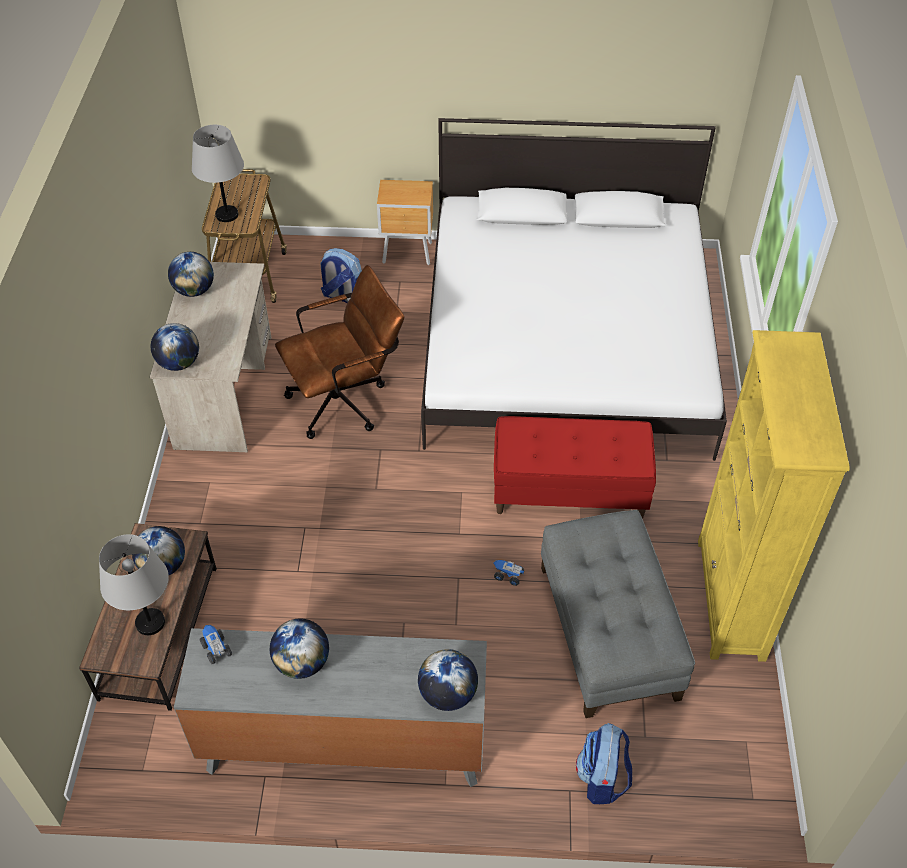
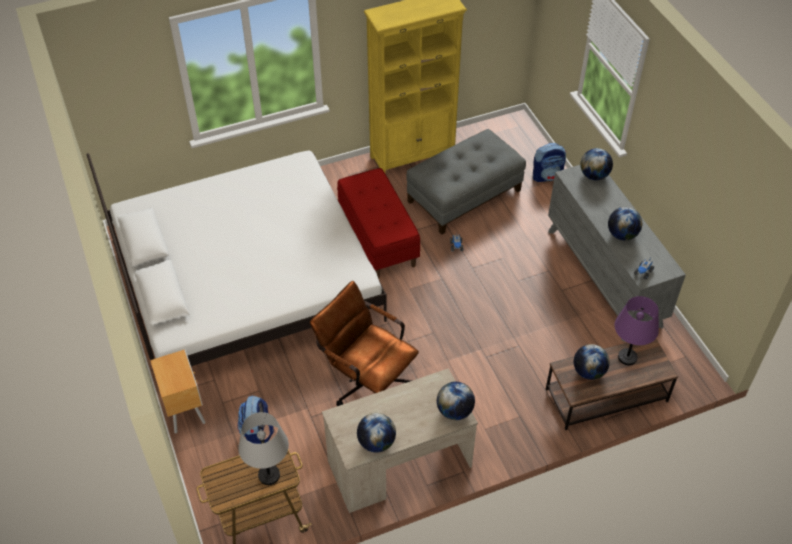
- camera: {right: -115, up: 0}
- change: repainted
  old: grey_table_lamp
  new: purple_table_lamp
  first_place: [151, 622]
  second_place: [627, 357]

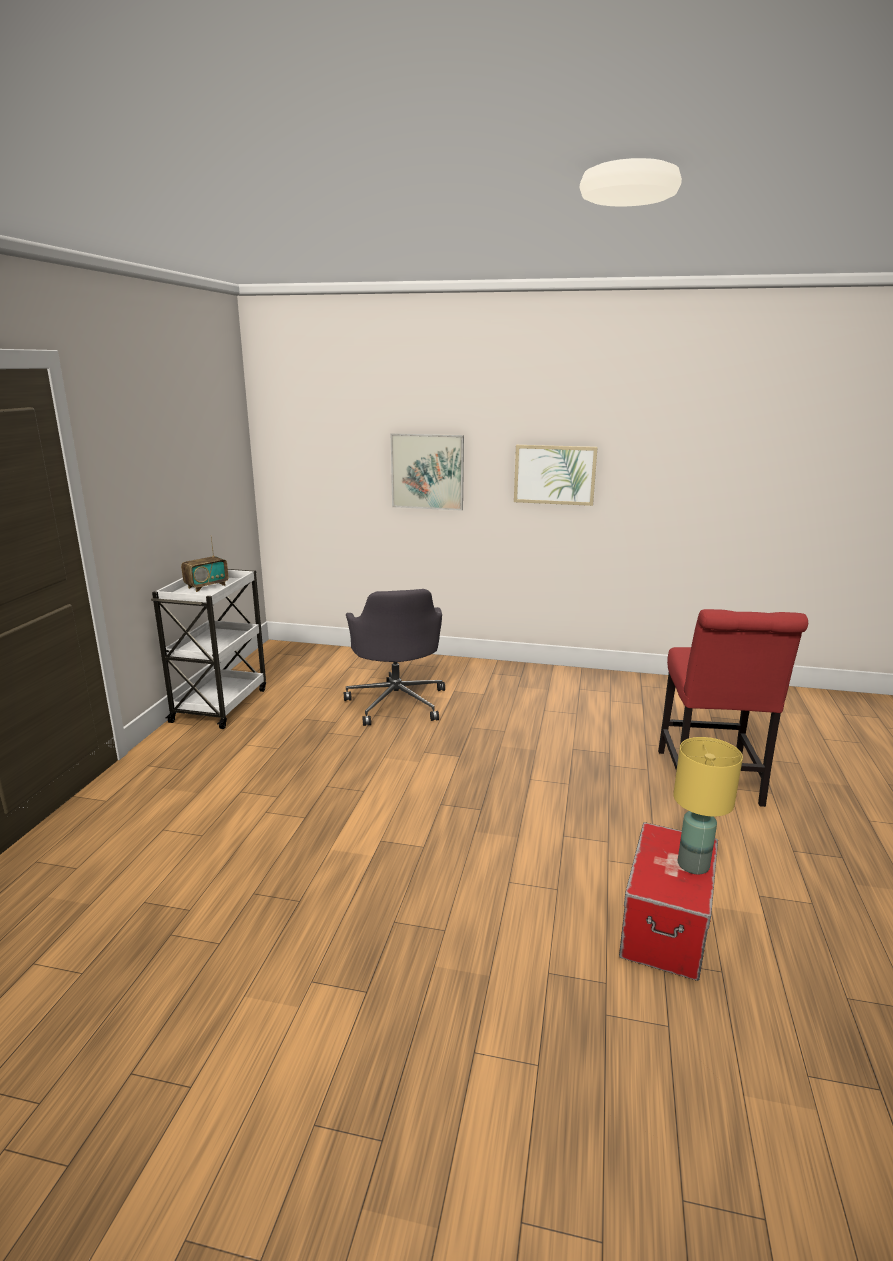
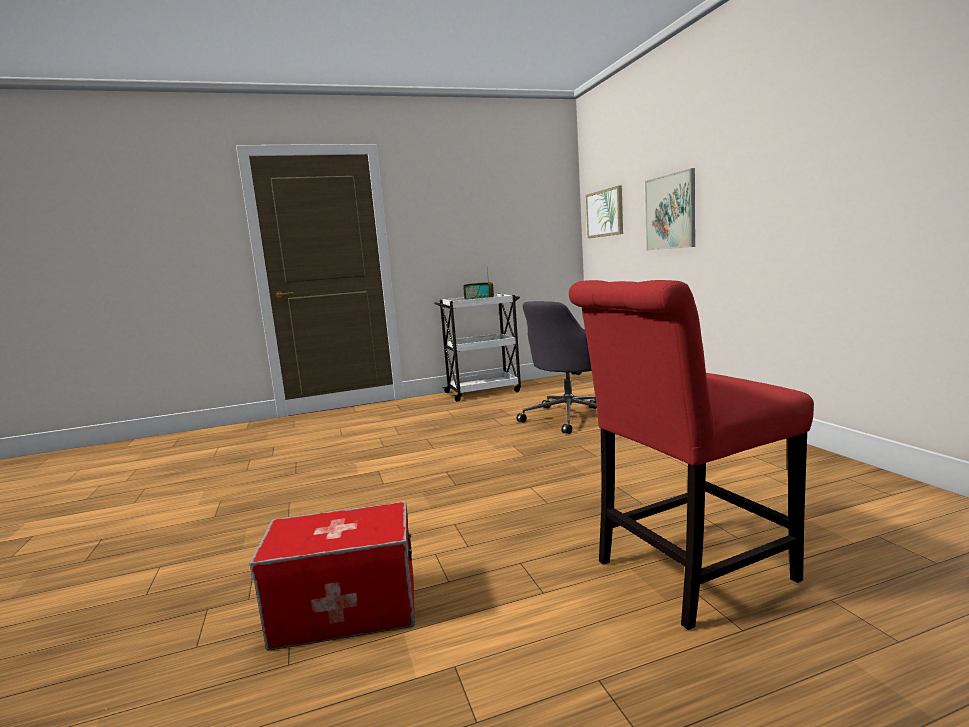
- camera: {right: 60, up: -10}
- change: gone
  old: yellow_table_lamp
  first_place: [694, 865]
- change: shifted
  old: picture
  first_place: [554, 474]
  second_place: [605, 213]

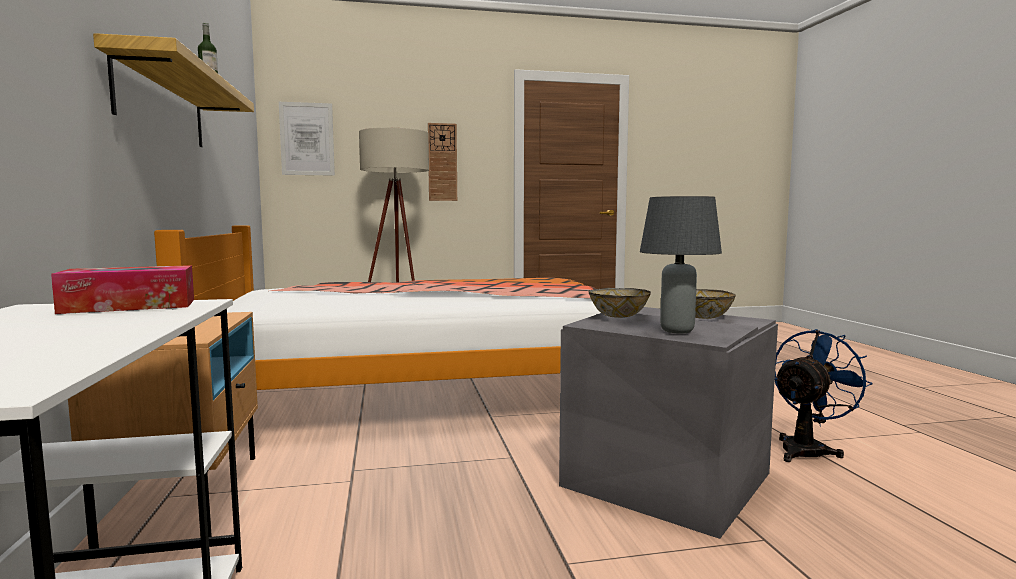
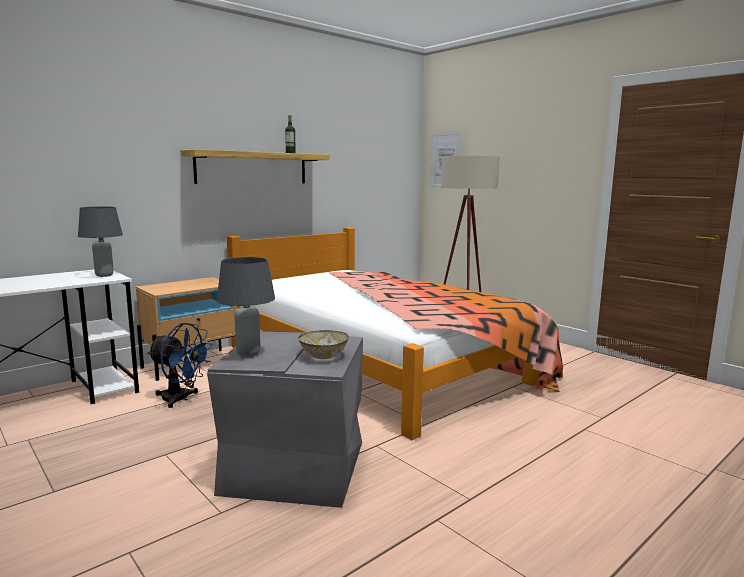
- camera: {right: 60, up: 5}
- change: gone
  old: wall_clock
  first_place: [442, 162]
- change: gone
  old: bowl
  first_place: [617, 316]
- change: shifted
  old: blue_fan
  first_place: [808, 449]
  second_place: [181, 399]
- change: swapped
  old: tissue_box
  new: grey_table_lamp
  first_place: [130, 306]
  second_place: [104, 275]

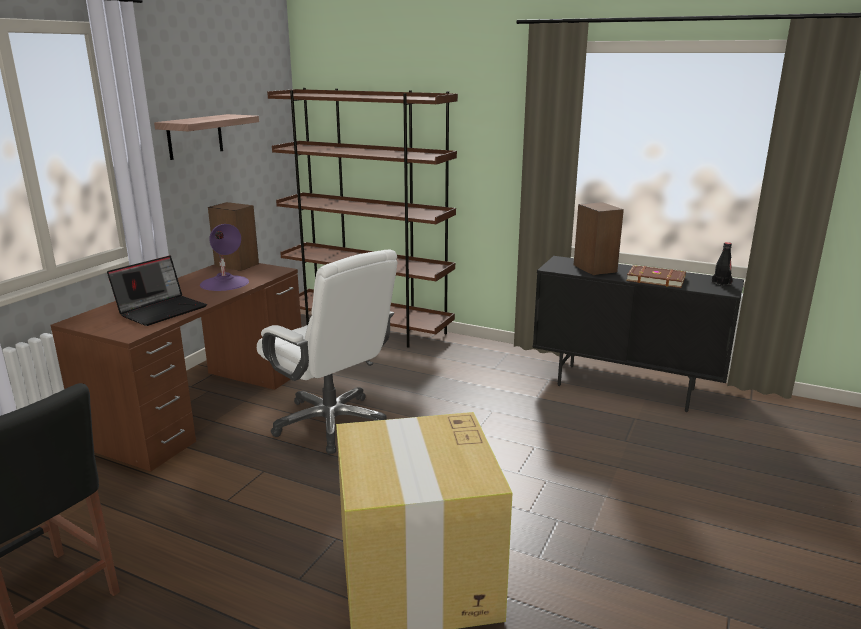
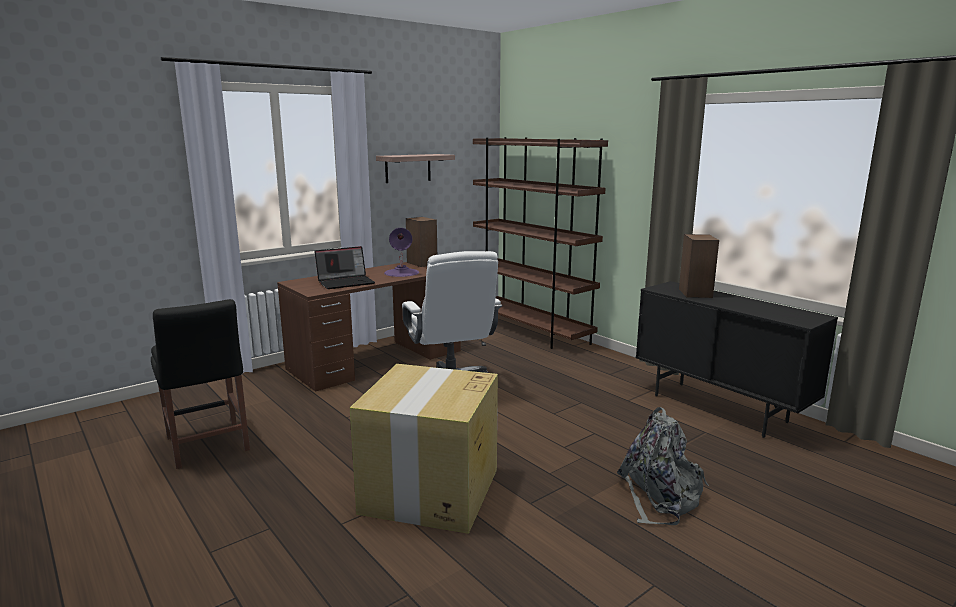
- camera: {right: 25, up: -5}
- change: gone
  old: brown_book
  first_place: [655, 279]
- change: gone
  old: black_bottle
  first_place: [721, 283]
- change: new
  new: grey_backpack
  second_place: [660, 497]

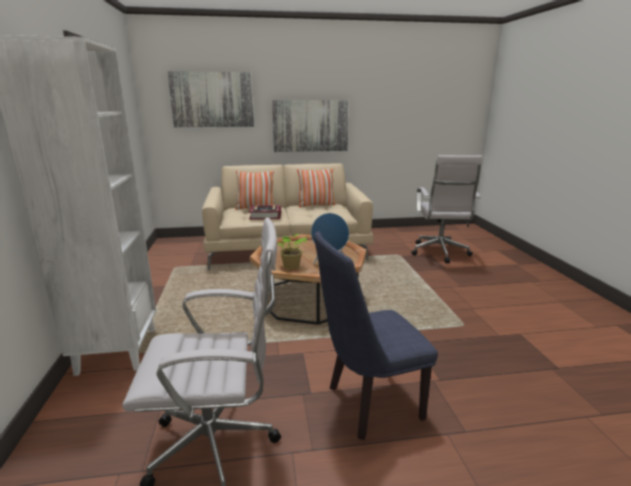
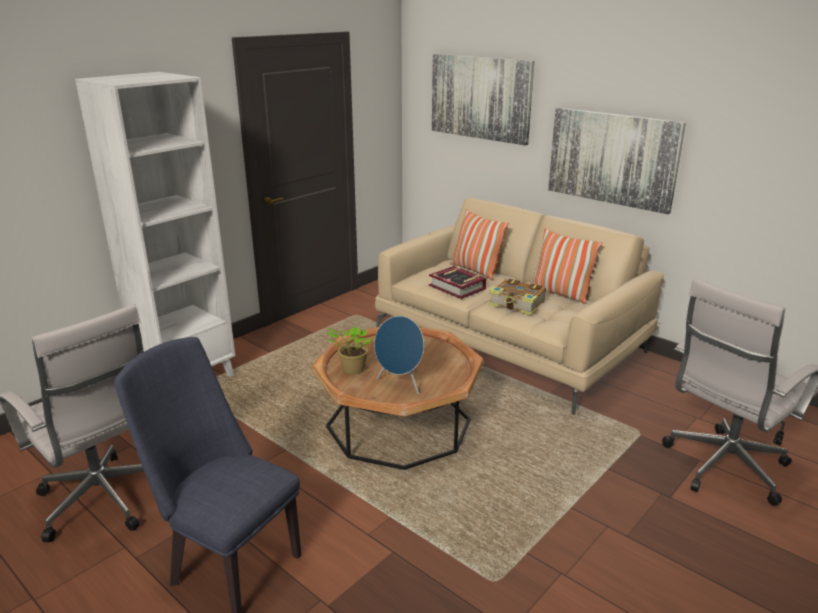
- camera: {right: 50, up: 5}
- change: new
  new: book
  second_place: [517, 304]

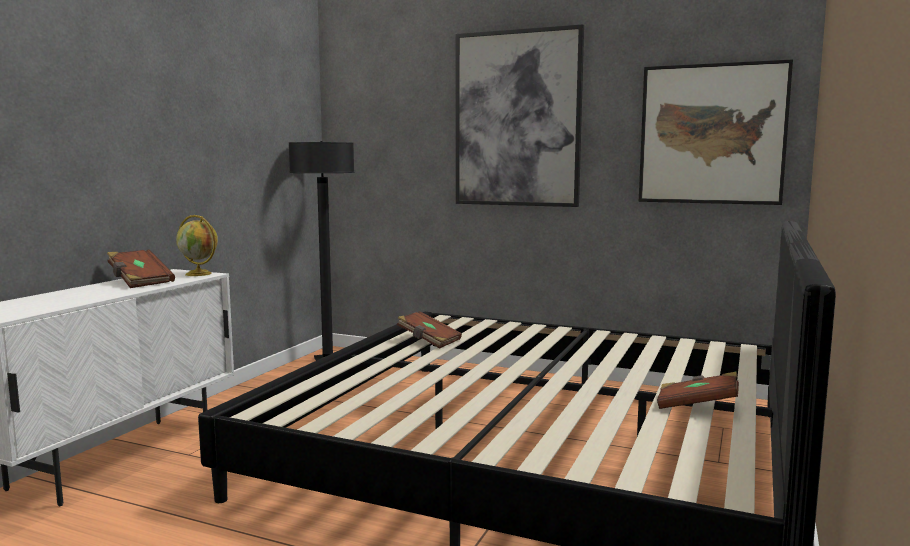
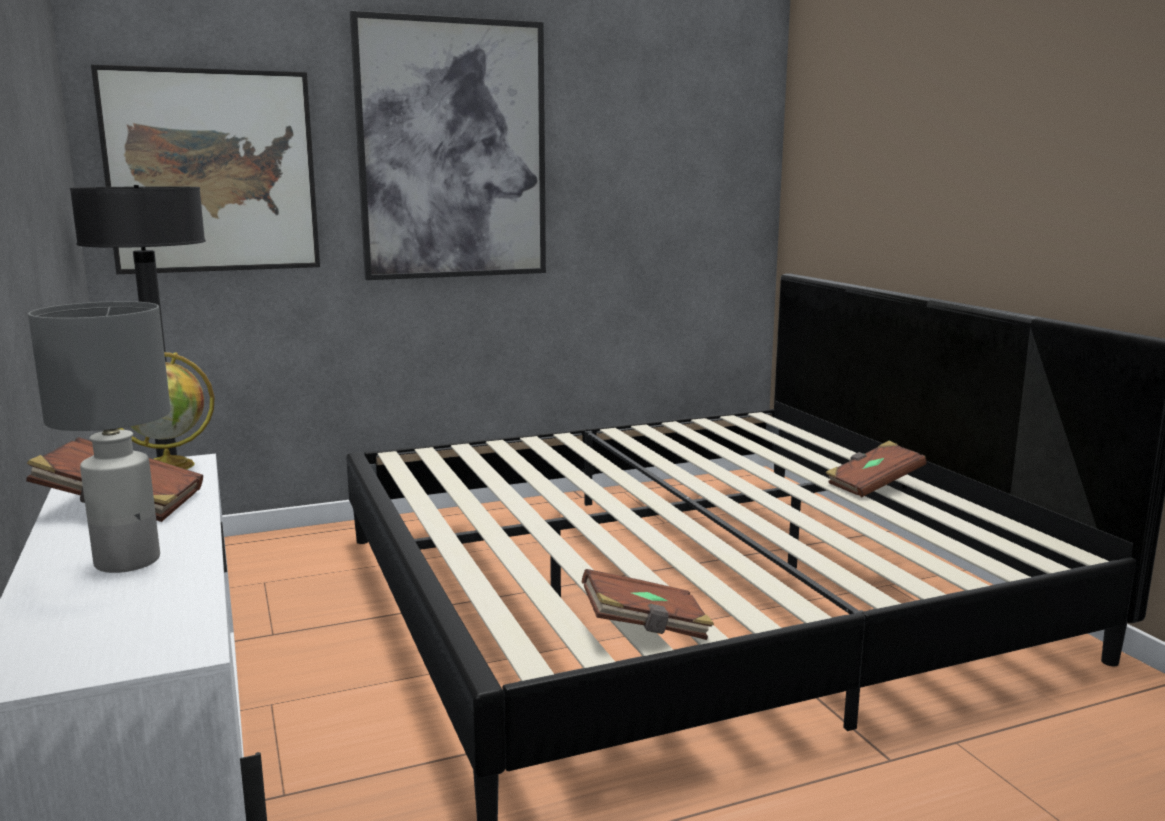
- camera: {right: -45, up: 5}
- change: new
  new: grey_table_lamp
  second_place: [126, 561]
- change: shifted
  old: brown_book
  first_place: [428, 341]
  second_place: [645, 628]
- change: shifted
  old: picture
  first_place: [711, 134]
  second_place: [212, 172]

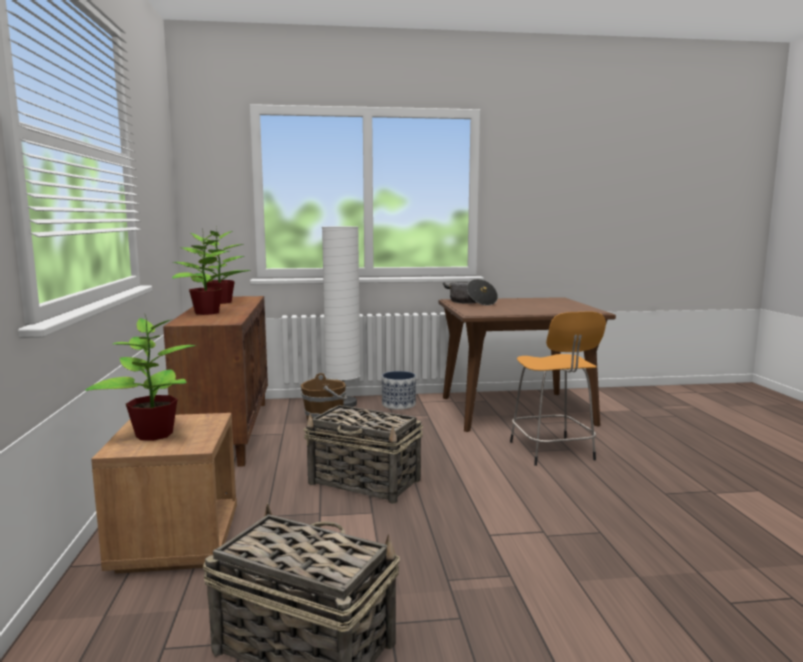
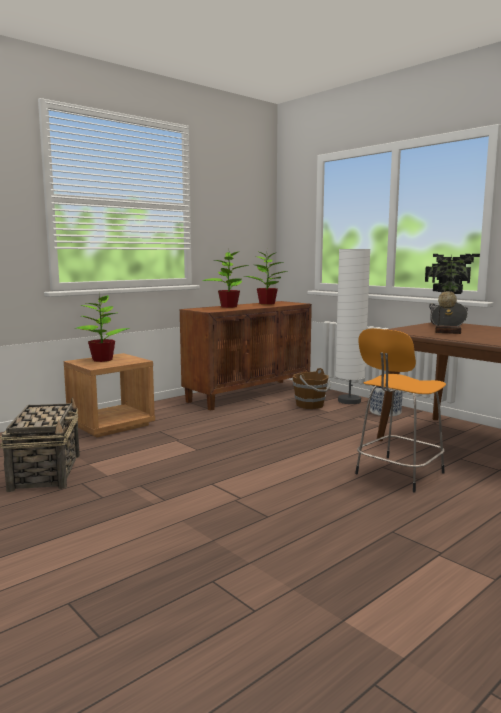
- camera: {right: 55, up: 0}
- change: gone
  old: basket
  first_place: [365, 482]
- change: new
  new: potted_plant
  second_place: [447, 332]

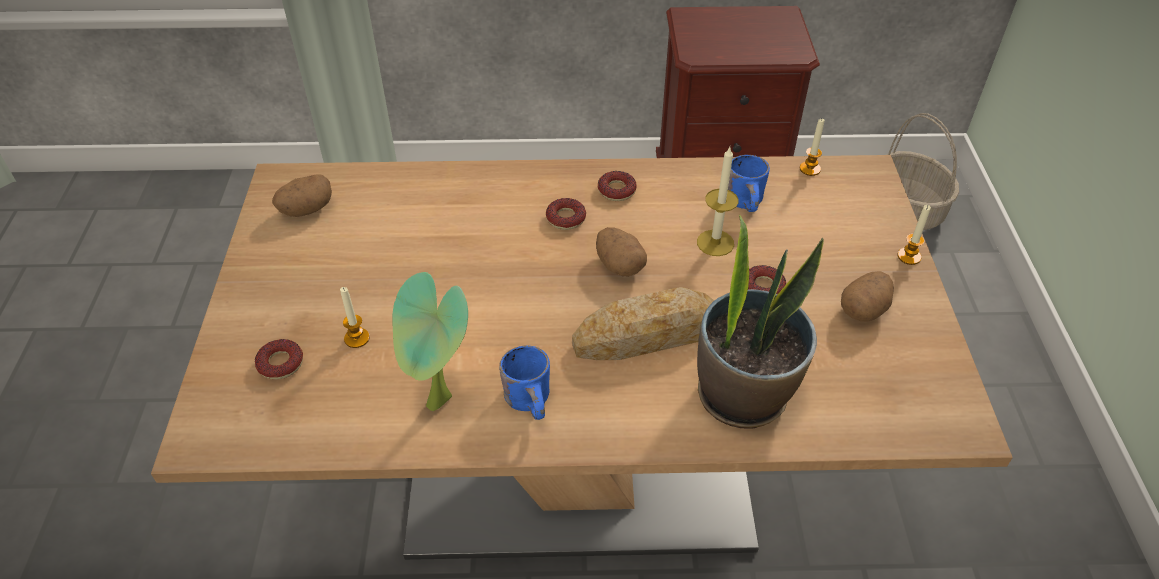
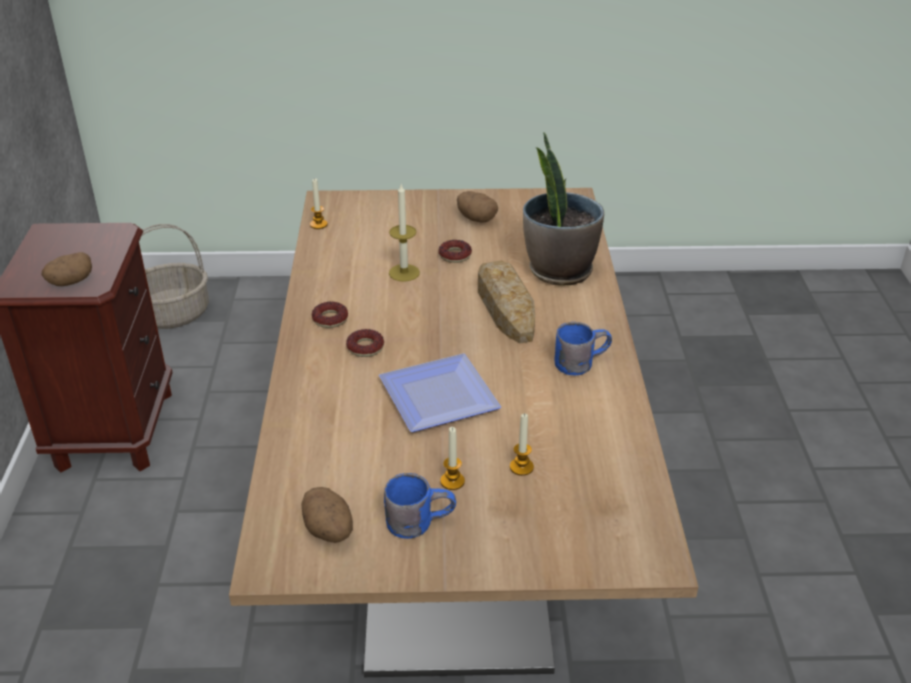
- camera: {right: -90, up: -10}
- change: gone
  old: donut
  first_place: [280, 363]
- change: gone
  old: potted_plant
  first_place: [440, 405]
- change: new
  new: plate
  second_place: [440, 393]
- change: shifted
  old: potato
  first_place: [619, 265]
  second_place: [70, 282]
- change: shifted
  old: blue_mug
  first_place: [748, 203]
  second_place: [418, 520]
- change: shifted
  old: candle
  first_place: [909, 256]
  second_place: [452, 481]

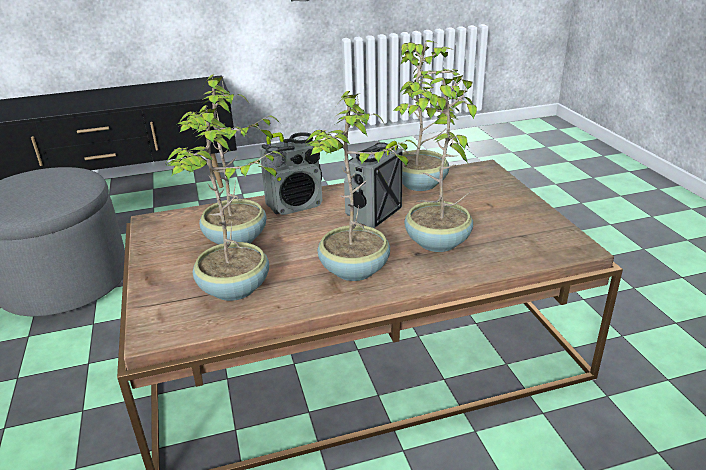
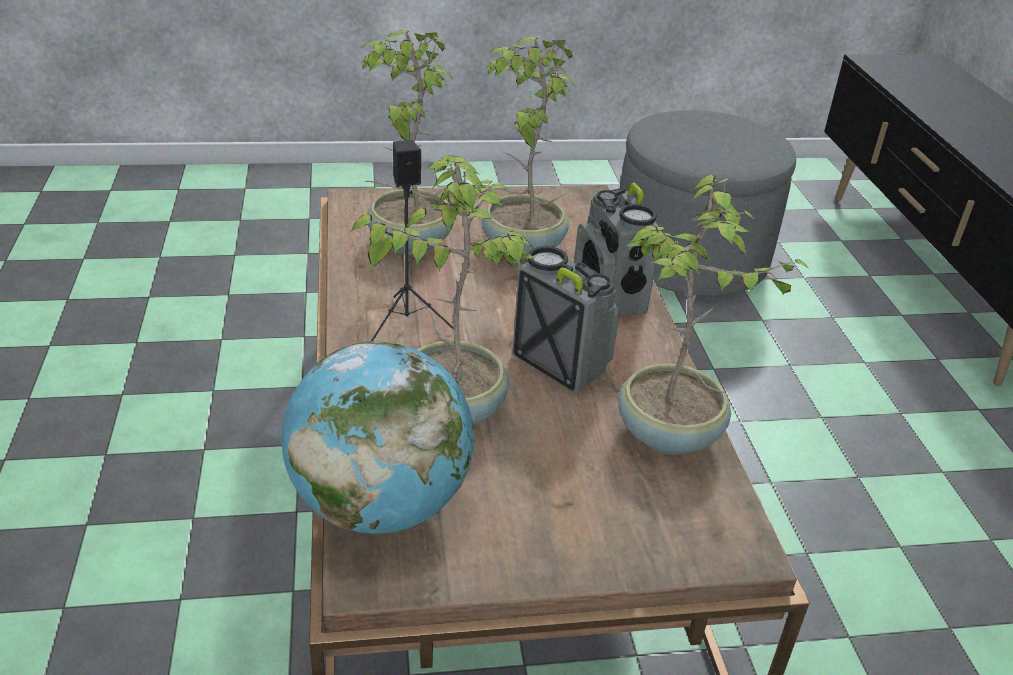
- camera: {right: 95, up: 5}
- change: new
  new: globe
  second_place: [380, 505]
- change: swapped
  old: potted_plant
  new: black_speaker
  first_place: [355, 270]
  second_place: [408, 324]

